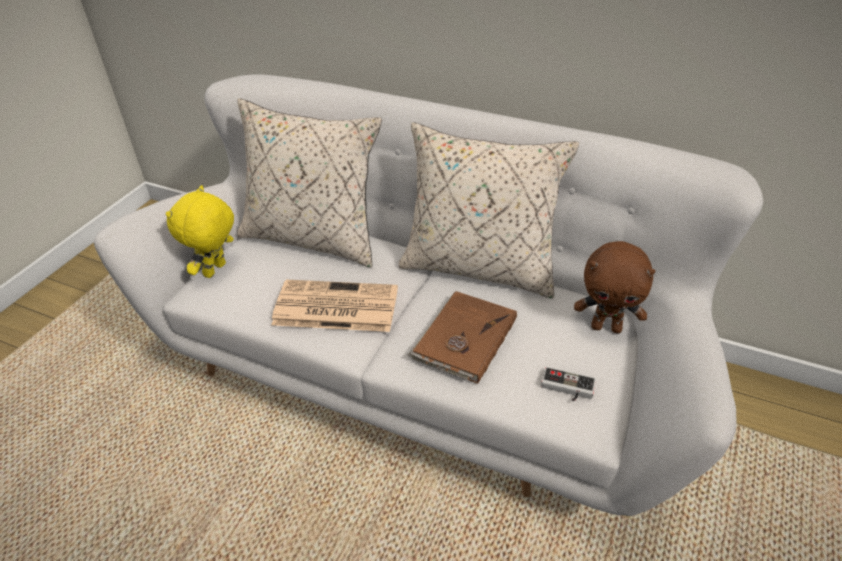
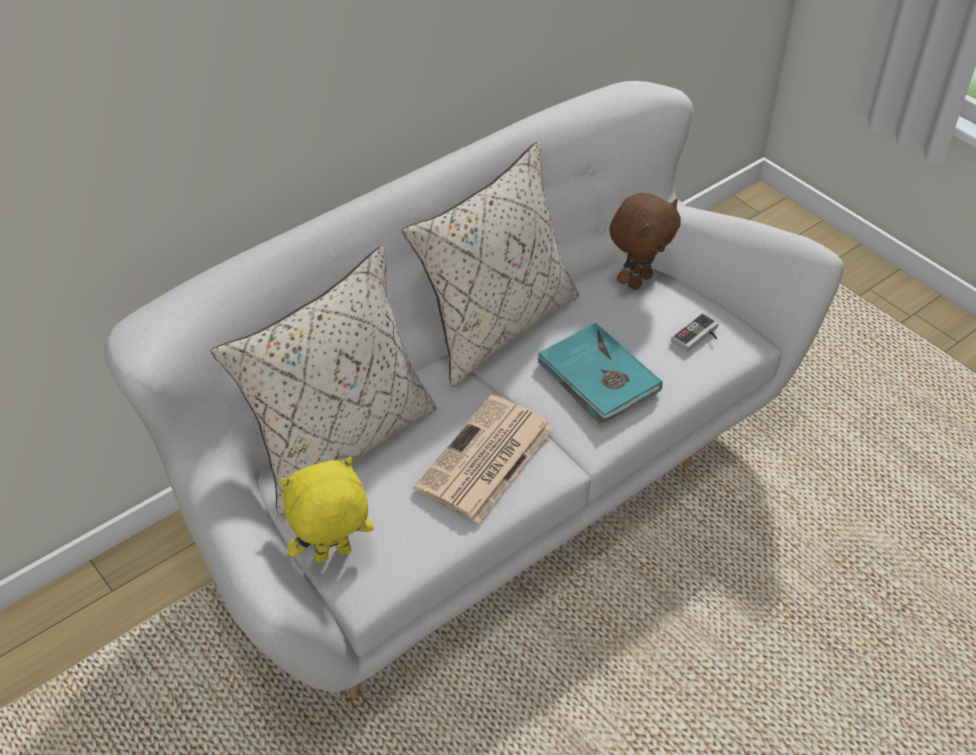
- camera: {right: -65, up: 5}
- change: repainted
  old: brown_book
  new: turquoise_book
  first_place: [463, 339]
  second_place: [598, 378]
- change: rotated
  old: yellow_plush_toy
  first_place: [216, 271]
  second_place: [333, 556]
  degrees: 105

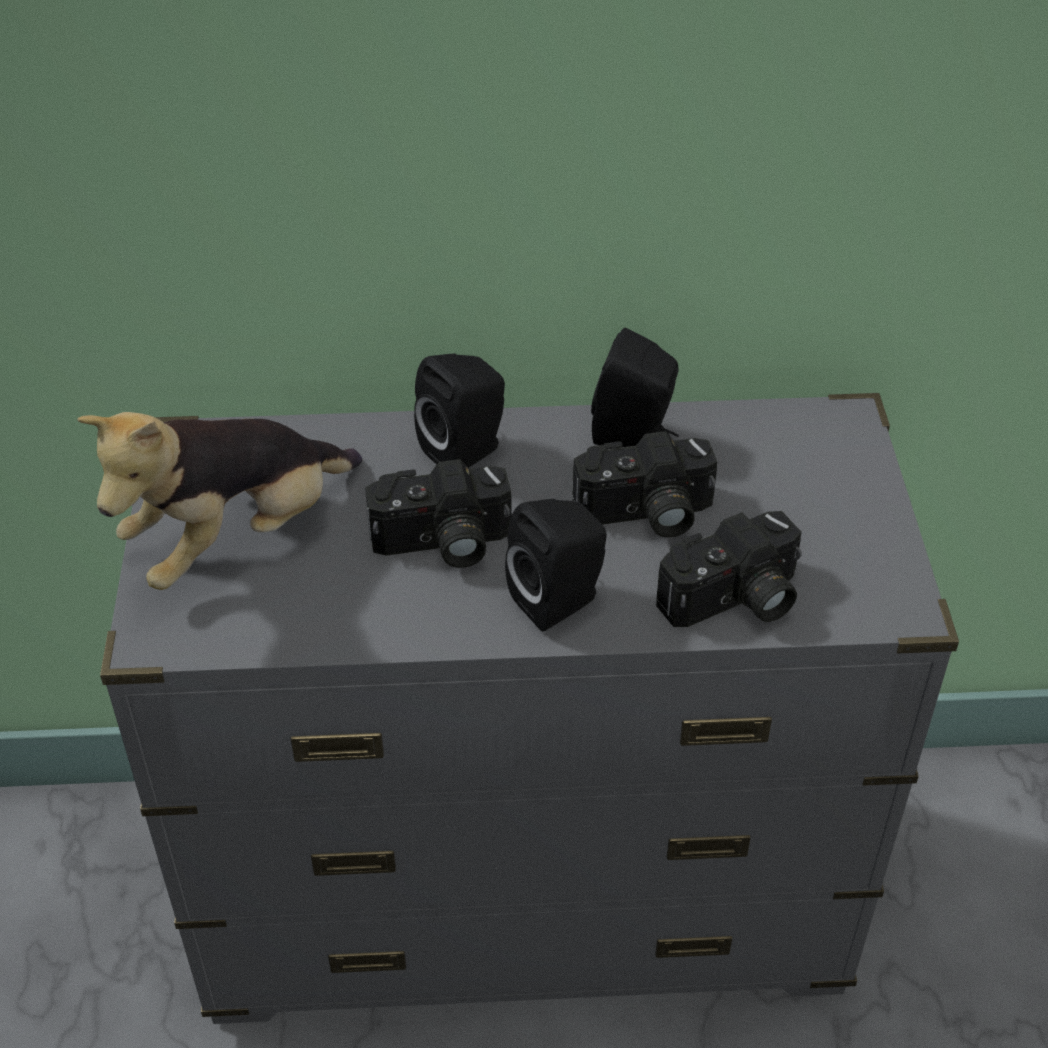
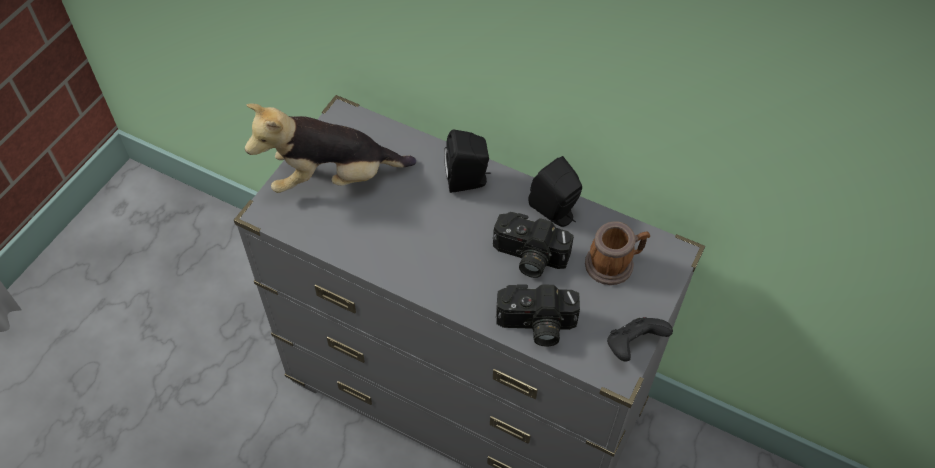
- camera: {right: 30, up: 10}
- change: gone
  old: photo_camera
  first_place: [442, 544]
- change: gone
  old: black_speaker
  first_place: [561, 600]
- change: new
  new: mug
  second_place: [614, 263]
- change: new
  new: black_game_controller
  second_place: [633, 346]

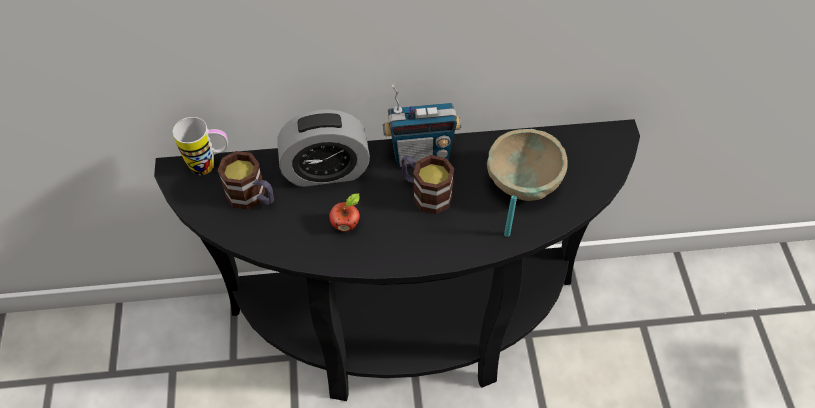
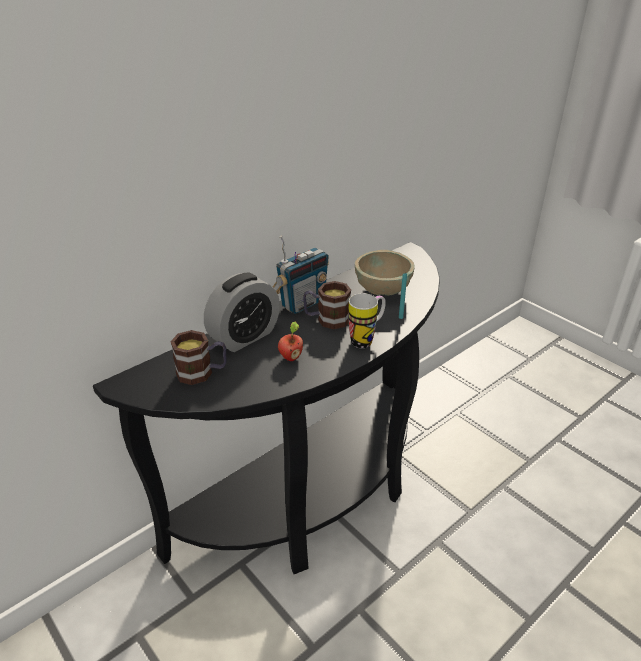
- camera: {right: -35, up: -20}
- change: shifted
  old: mug
  first_place: [210, 165]
  second_place: [366, 339]

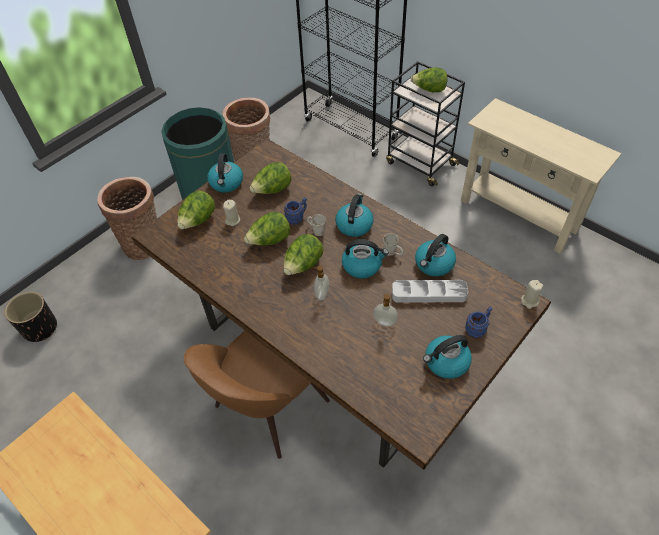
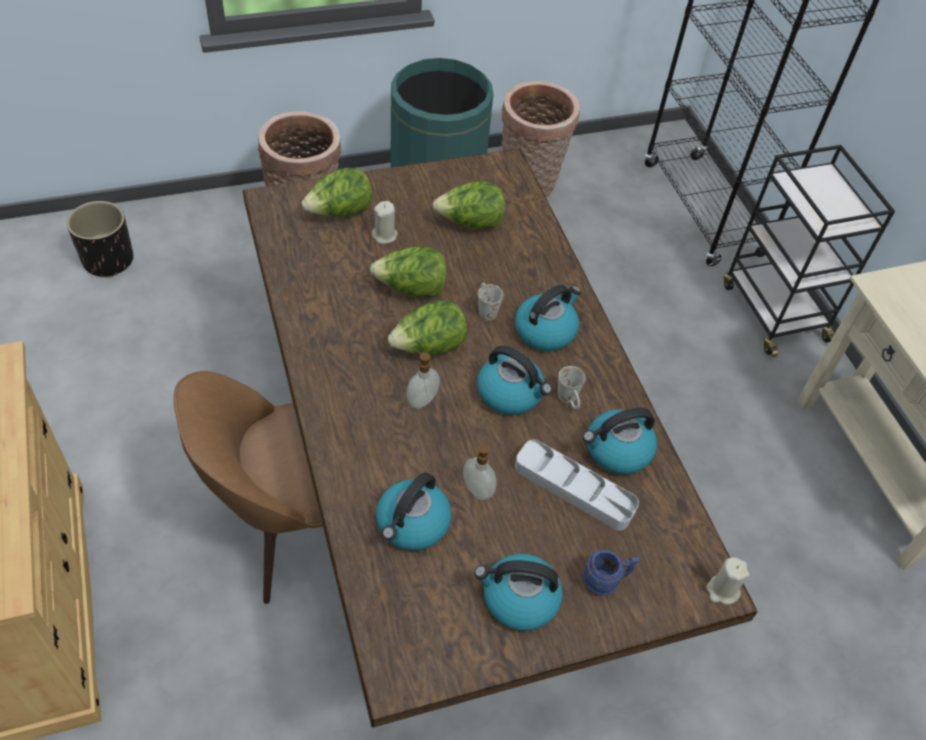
- camera: {right: 25, up: 0}
- change: gone
  old: blue_mug
  first_place: [297, 218]
- change: gone
  old: lettuce
  first_place: [429, 90]
- change: shifted
  old: kettle
  first_place: [226, 183]
  second_place: [412, 524]

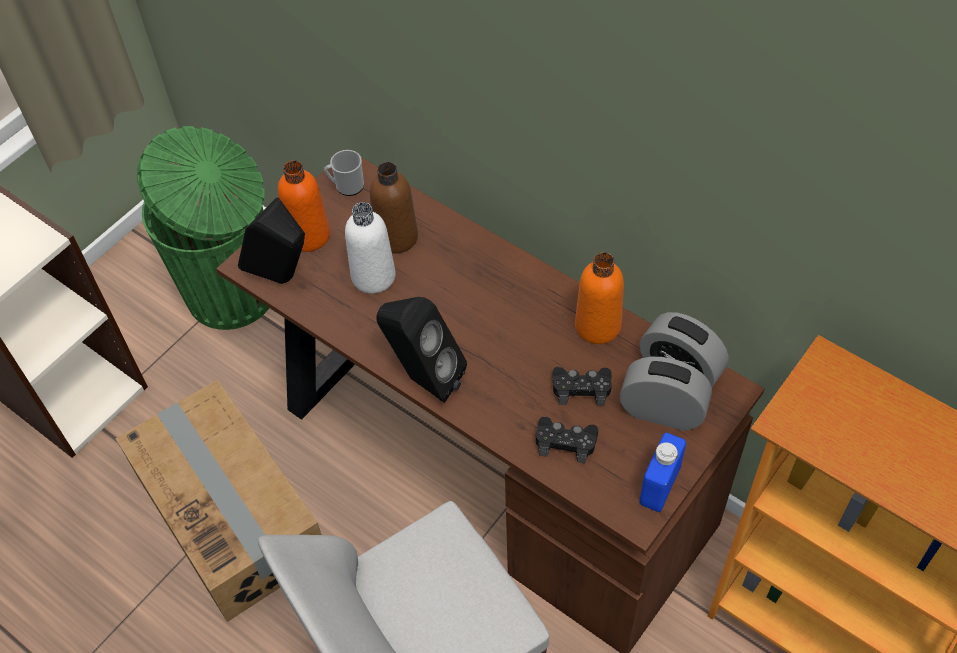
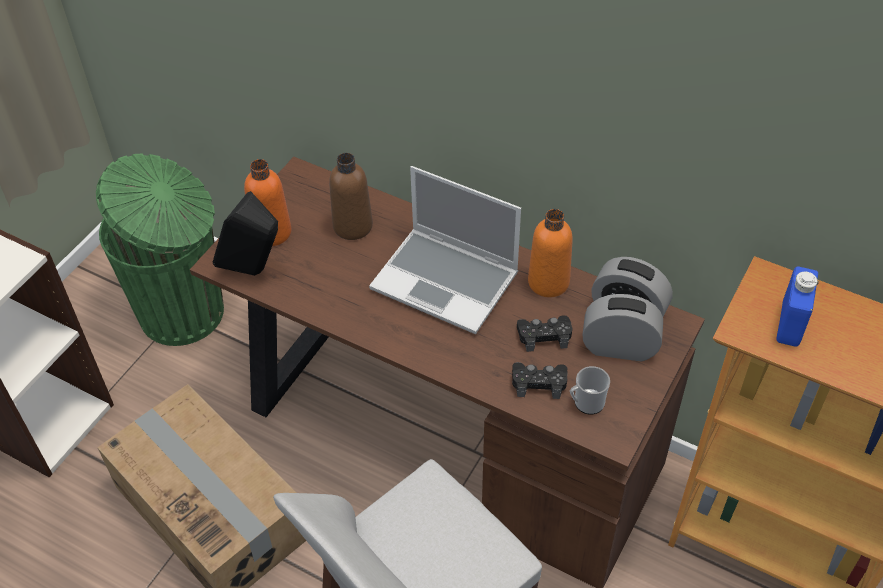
- camera: {right: -10, up: -5}
- change: gone
  old: white_bottle
  first_place: [373, 276]
- change: gone
  old: black_speaker
  first_place: [423, 378]
- change: new
  new: laptop
  second_place: [447, 281]
- change: shifted
  old: mug
  first_place: [346, 186]
  second_place: [586, 403]
- change: shifted
  old: blue_bottle
  first_place: [659, 486]
  second_place: [790, 324]

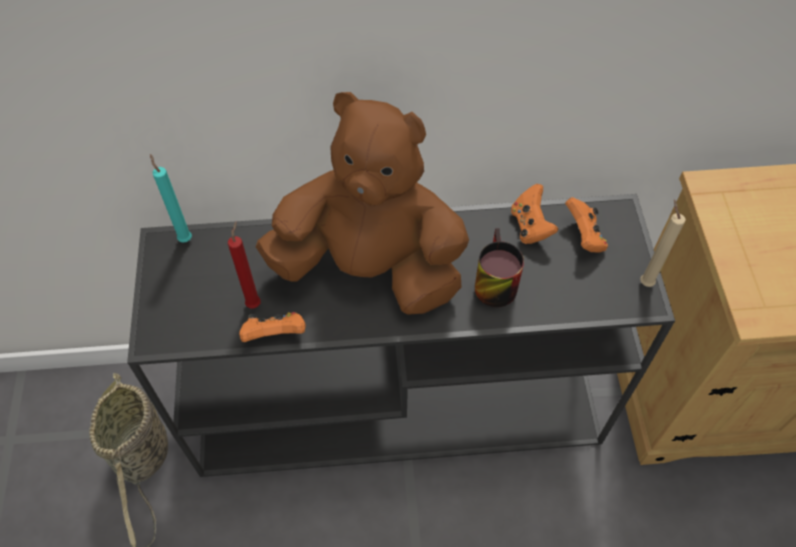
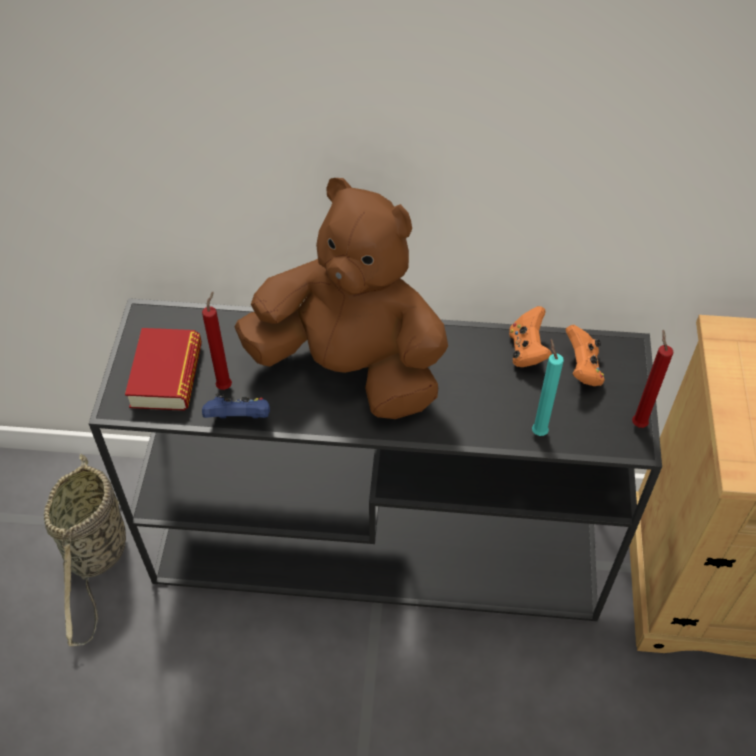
- camera: {right: 10, up: -5}
- change: gone
  old: mug
  first_place: [491, 281]
- change: new
  new: book
  second_place: [166, 375]
- change: shifted
  old: turquoise_candle
  first_place: [184, 238]
  second_place: [538, 430]
- change: repainted
  old: orange_game_controller
  new: blue_game_controller
  first_place: [275, 335]
  second_place: [239, 419]
- change: repainted
  old: beige_candle
  new: red_candle
  first_place: [645, 281]
  second_place: [638, 422]

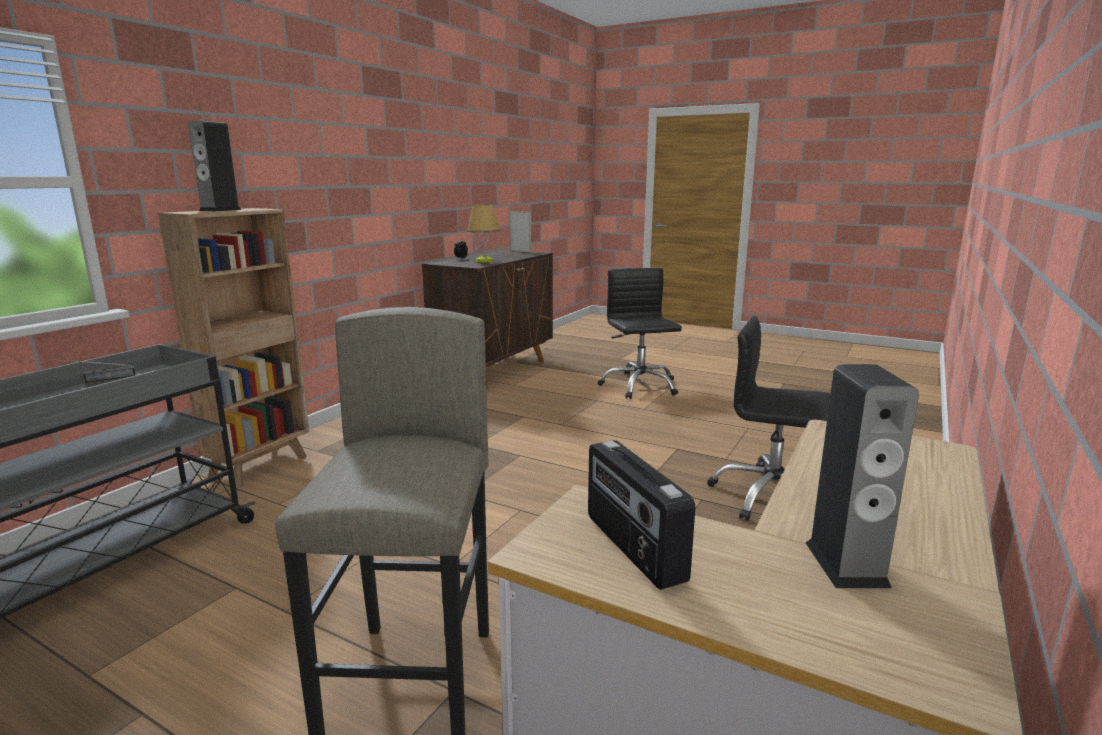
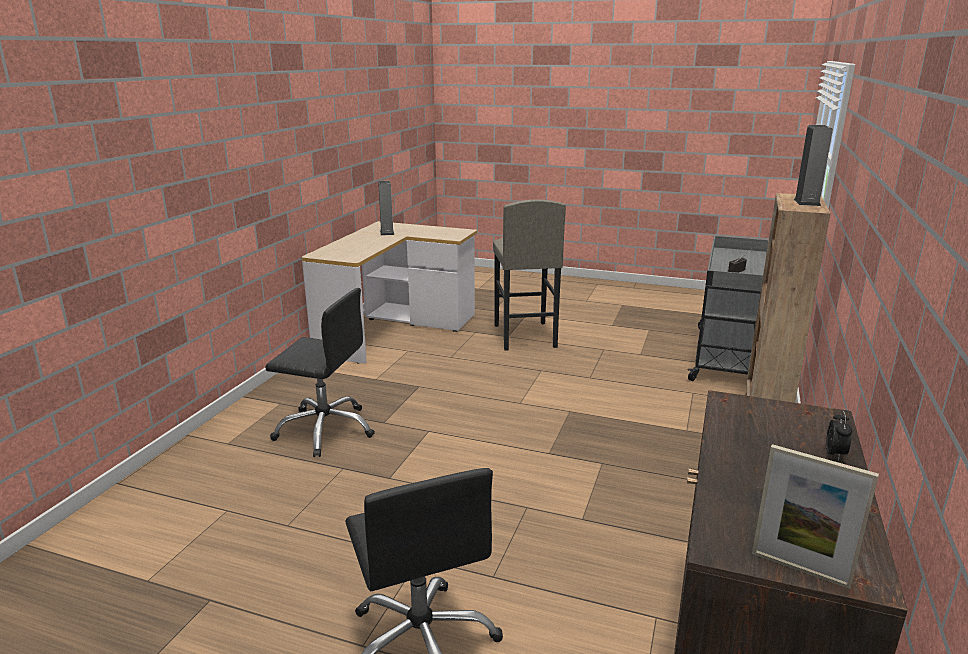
- camera: {right: 170, up: 5}
- change: gone
  old: table_lamp
  first_place: [484, 261]
- change: gone
  old: radio
  first_place: [632, 548]

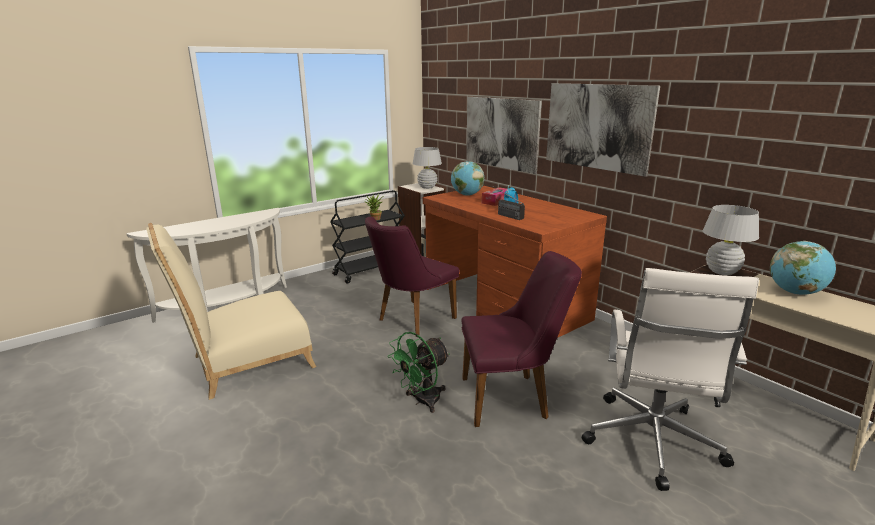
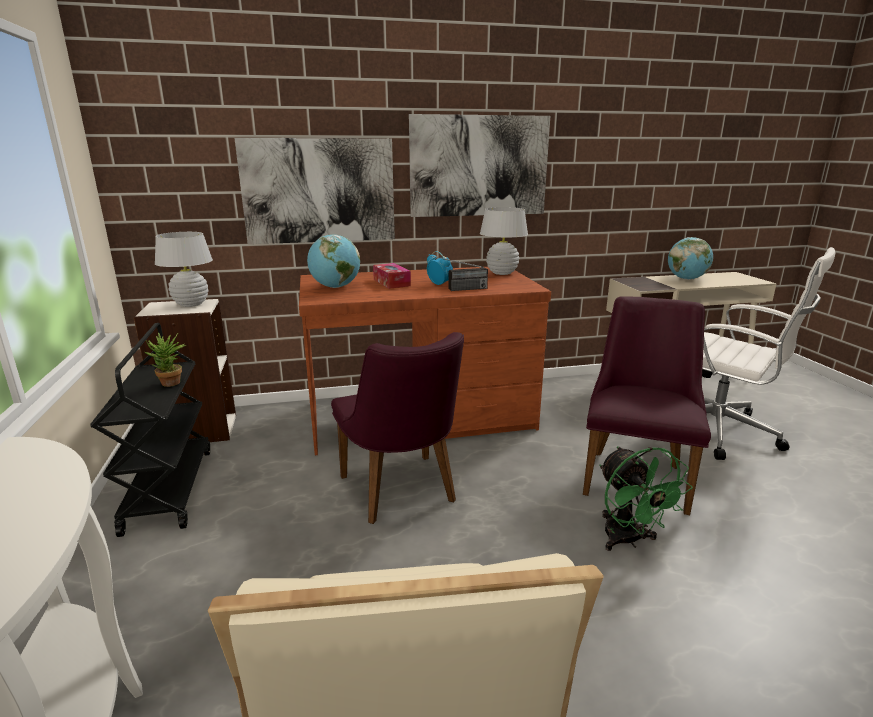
- camera: {right: -65, up: 0}
- change: shifted
  old: white_table_lamp
  first_place: [721, 272]
  second_place: [501, 273]

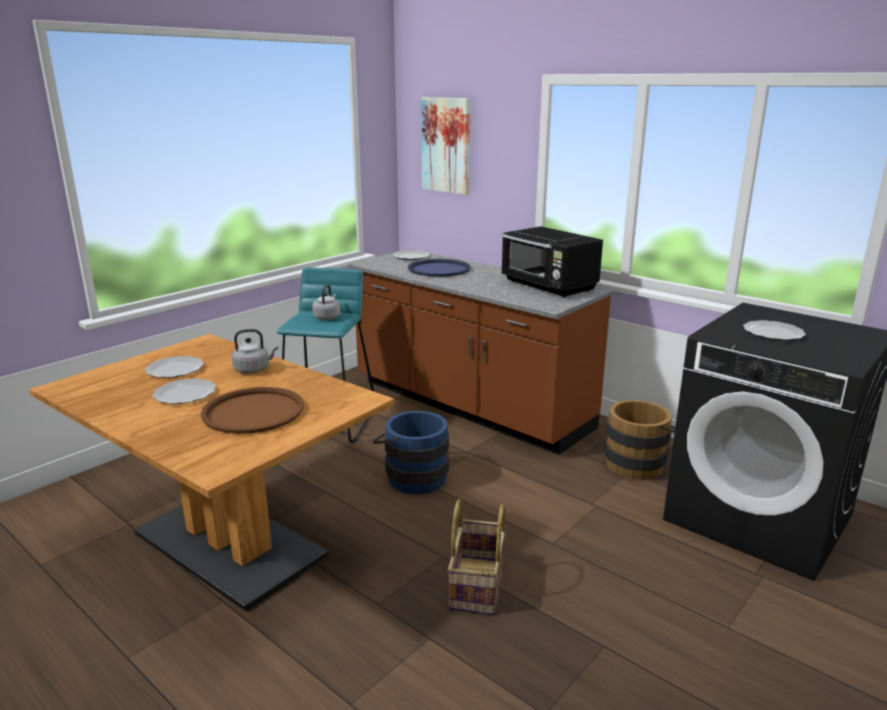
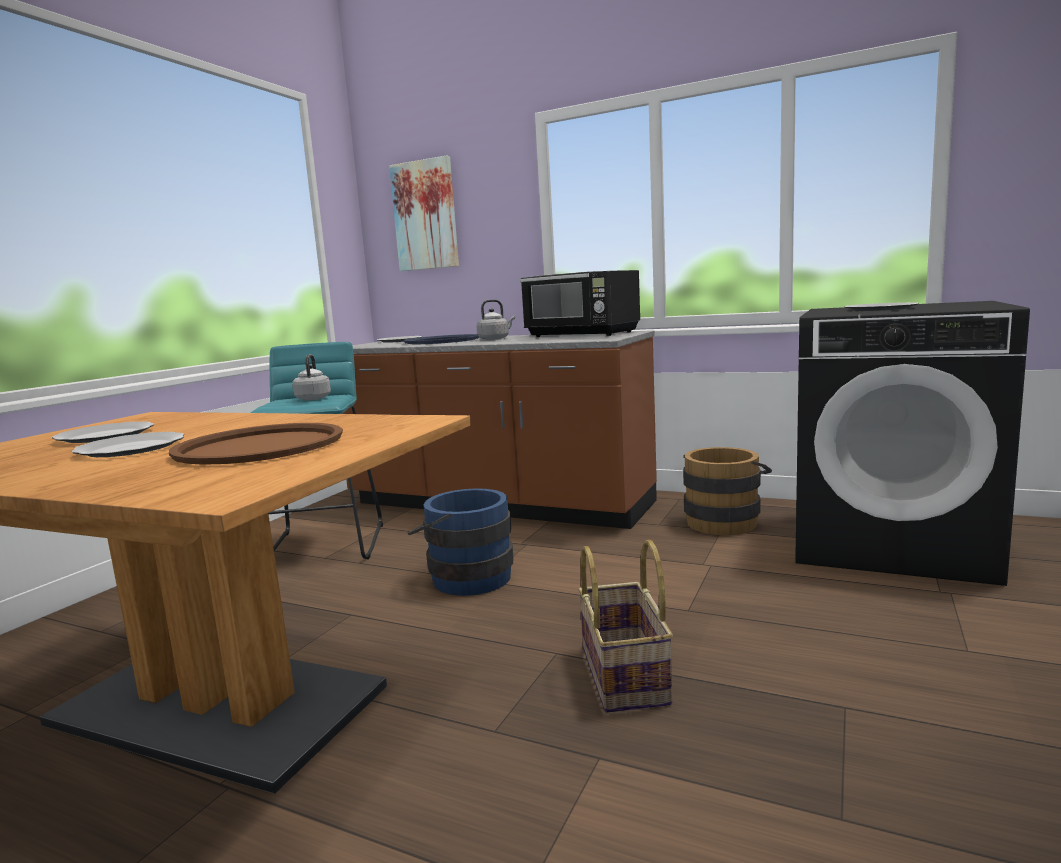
- camera: {right: -15, up: -10}
- change: shifted
  old: grey_kettle
  first_place: [254, 369]
  second_place: [495, 339]

